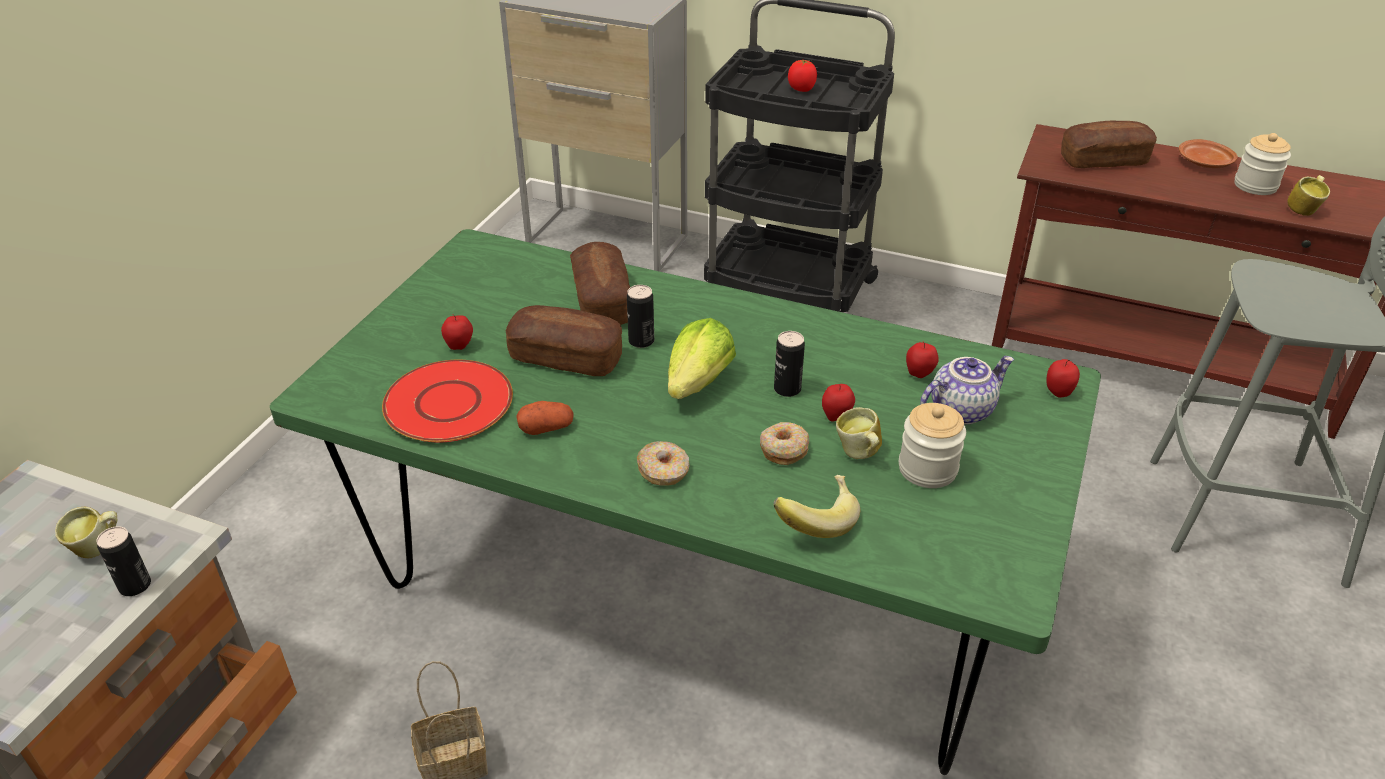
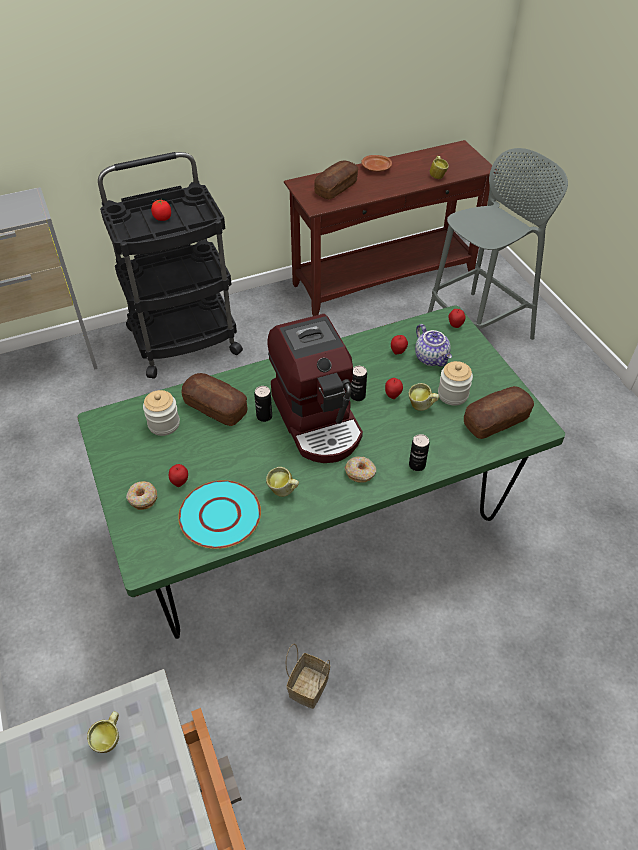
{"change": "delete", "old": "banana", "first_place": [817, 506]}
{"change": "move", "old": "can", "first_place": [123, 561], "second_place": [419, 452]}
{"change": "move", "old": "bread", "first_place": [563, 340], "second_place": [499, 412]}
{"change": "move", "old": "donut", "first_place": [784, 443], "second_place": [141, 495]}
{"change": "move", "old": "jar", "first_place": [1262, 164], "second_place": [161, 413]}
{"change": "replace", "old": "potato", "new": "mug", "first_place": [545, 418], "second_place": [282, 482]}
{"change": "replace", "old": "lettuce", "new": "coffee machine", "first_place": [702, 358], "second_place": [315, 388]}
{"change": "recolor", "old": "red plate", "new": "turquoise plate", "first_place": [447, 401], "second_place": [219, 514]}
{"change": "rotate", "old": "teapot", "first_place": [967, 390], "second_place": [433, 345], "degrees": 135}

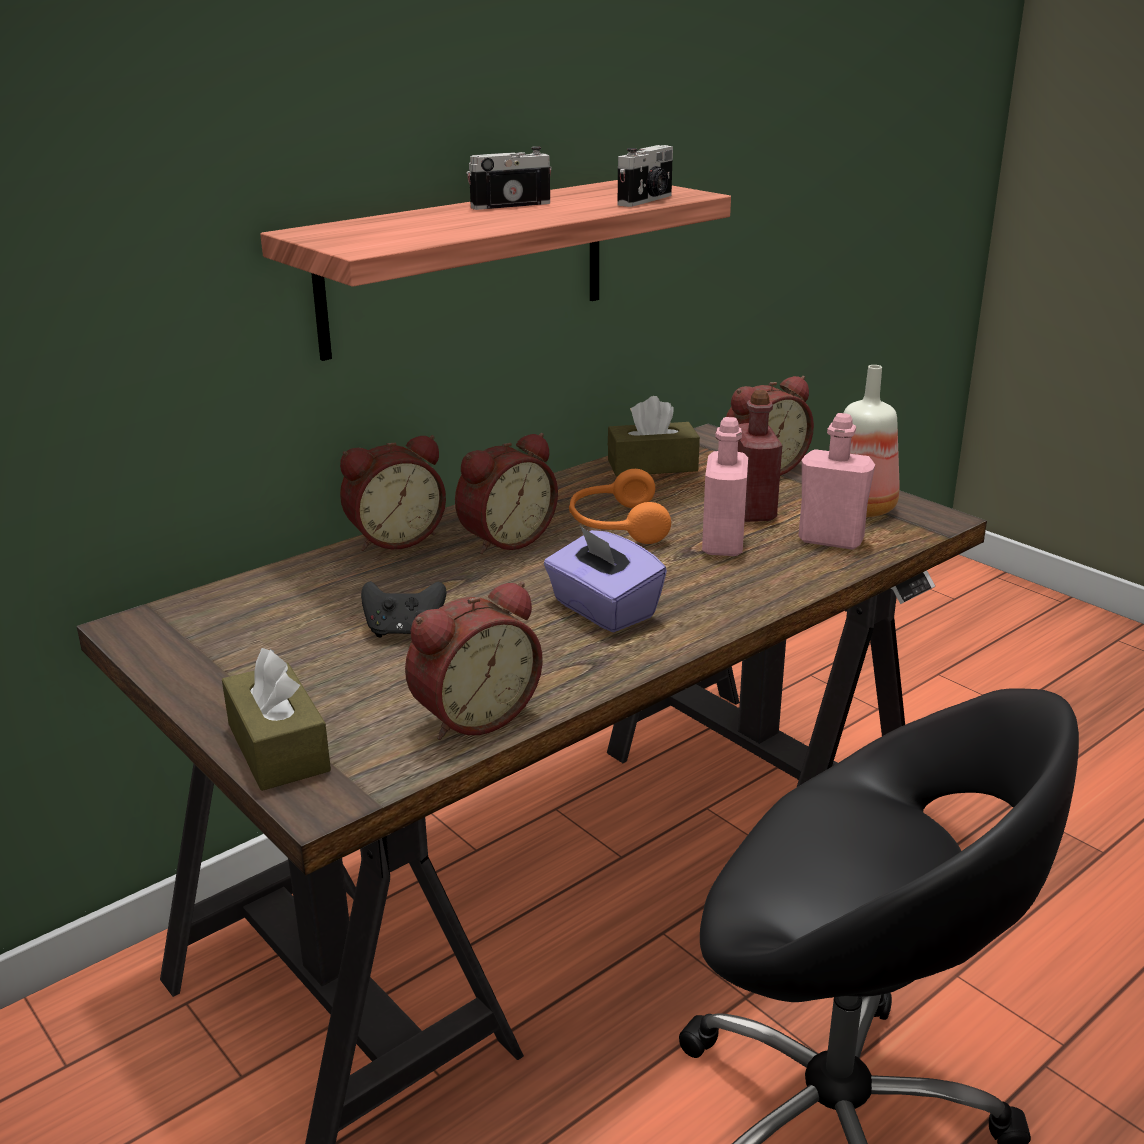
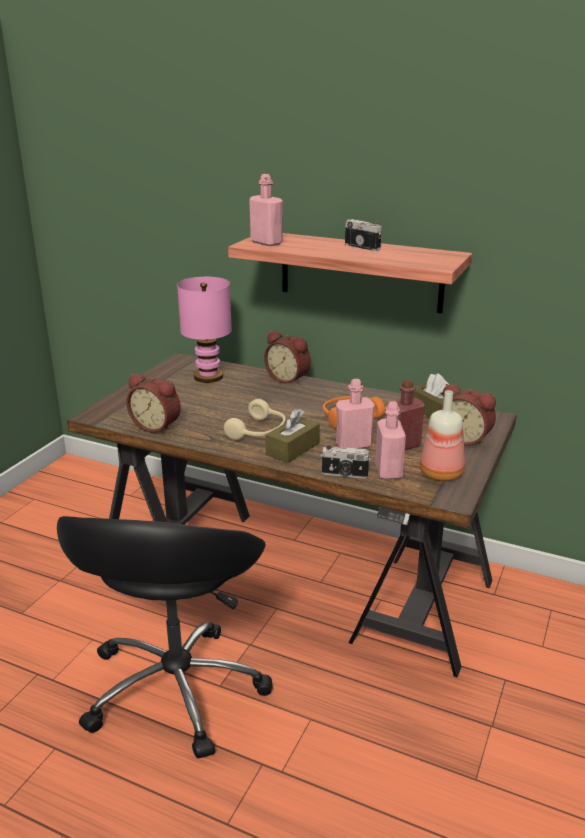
{"change": "delete", "old": "black game controller", "first_place": [403, 609]}
{"change": "delete", "old": "alarm clock", "first_place": [506, 493]}
{"change": "insert", "new": "pink table lamp", "second_place": [204, 330]}
{"change": "insert", "new": "pink bottle", "second_place": [266, 210]}
{"change": "move", "old": "brown tissue box", "first_place": [276, 719], "second_place": [292, 436]}
{"change": "move", "old": "photo camera", "first_place": [645, 176], "second_place": [346, 462]}
{"change": "replace", "old": "purple tissue box", "new": "beige headphones", "first_place": [605, 579], "second_place": [255, 419]}

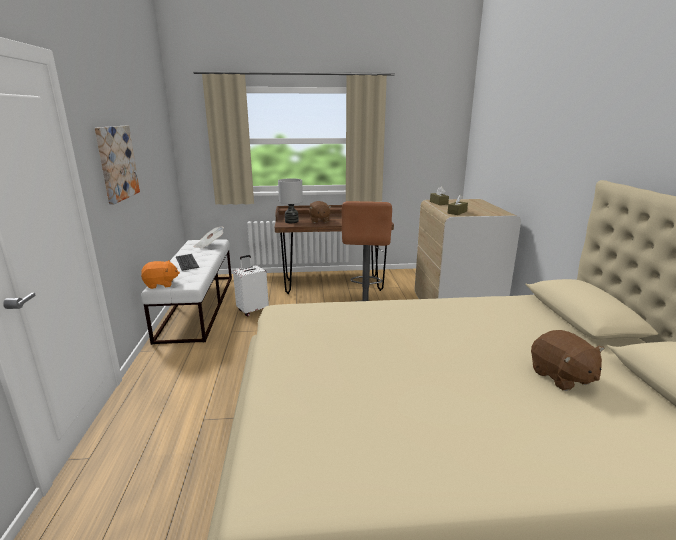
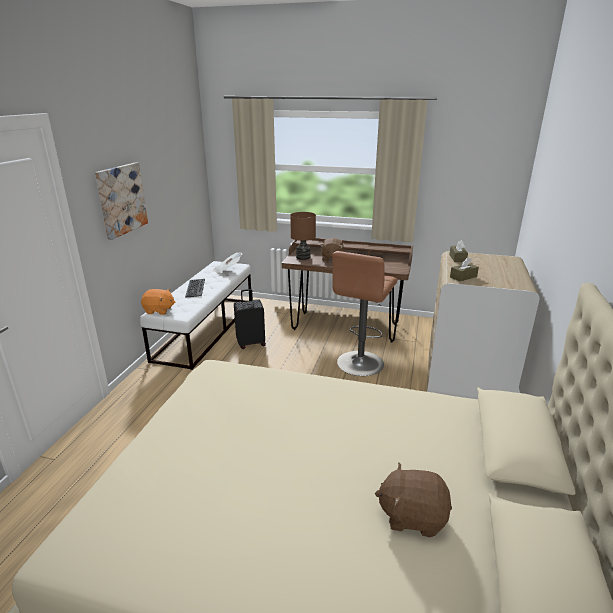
{"change": "recolor", "old": "white suitcase", "new": "black suitcase", "first_place": [251, 285], "second_place": [250, 319]}
{"change": "recolor", "old": "grey table lamp", "new": "brown table lamp", "first_place": [290, 200], "second_place": [303, 236]}
{"change": "rotate", "old": "brown plush toy", "first_place": [567, 360], "second_place": [413, 500], "degrees": 105}

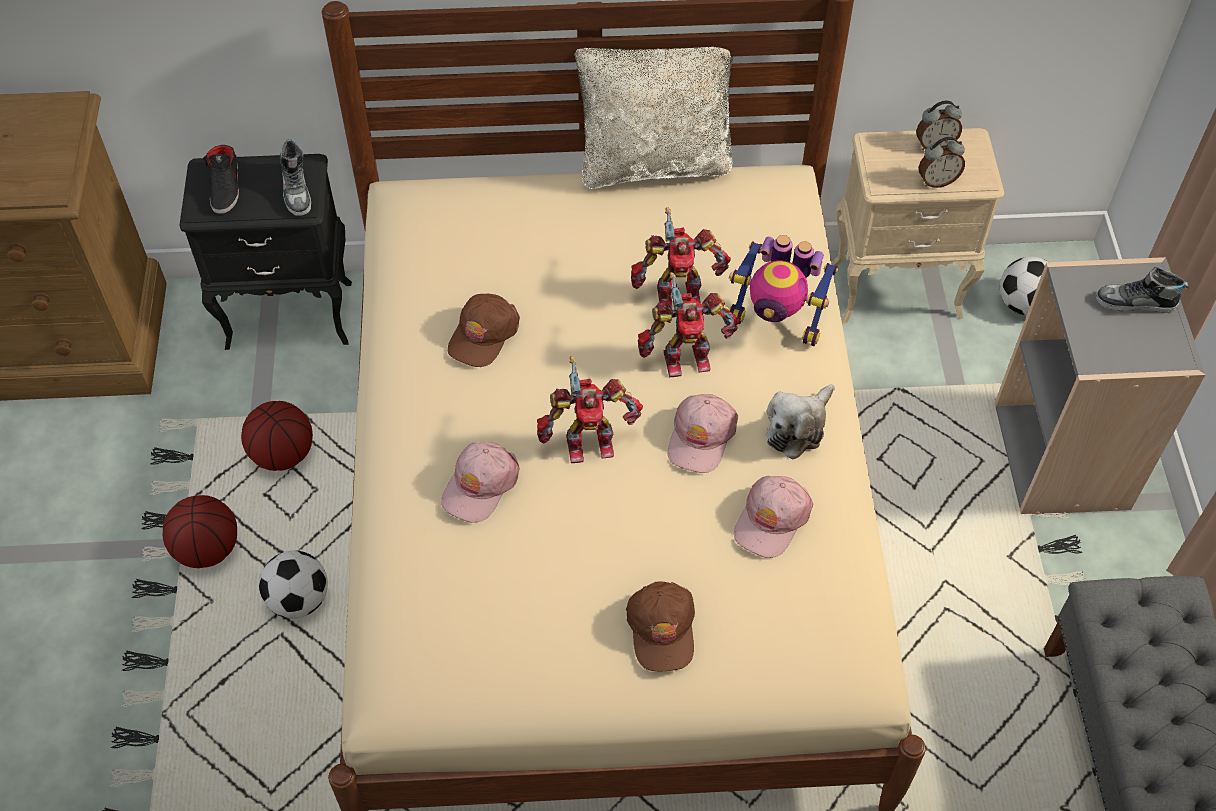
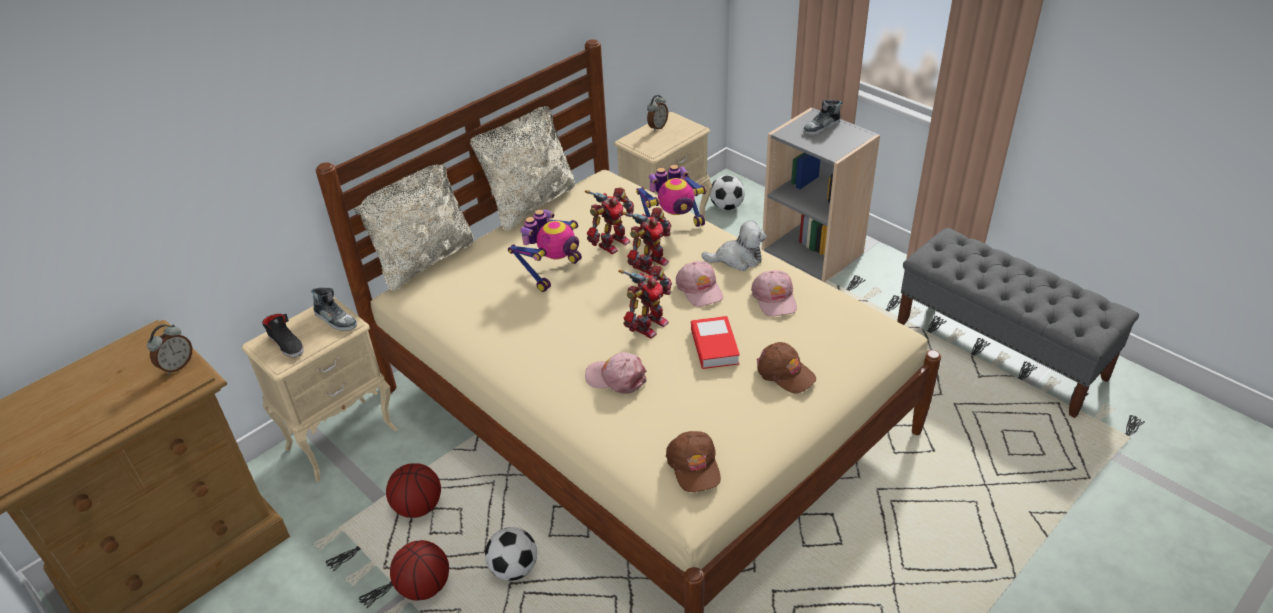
{"change": "insert", "new": "beige pillow", "second_place": [413, 227]}
{"change": "insert", "new": "toy robot", "second_place": [545, 250]}
{"change": "insert", "new": "book", "second_place": [715, 342]}
{"change": "move", "old": "brown cap", "first_place": [484, 330], "second_place": [693, 461]}
{"change": "move", "old": "alarm clock", "first_place": [942, 162], "second_place": [169, 349]}
{"change": "recolor", "old": "black nightstand", "new": "beige nightstand", "first_place": [265, 252], "second_place": [320, 389]}
{"change": "rotate", "old": "pink cap", "first_place": [480, 482], "second_place": [616, 373], "degrees": 120}
{"change": "rotate", "old": "plush toy", "first_place": [800, 421], "second_place": [734, 245], "degrees": -90}

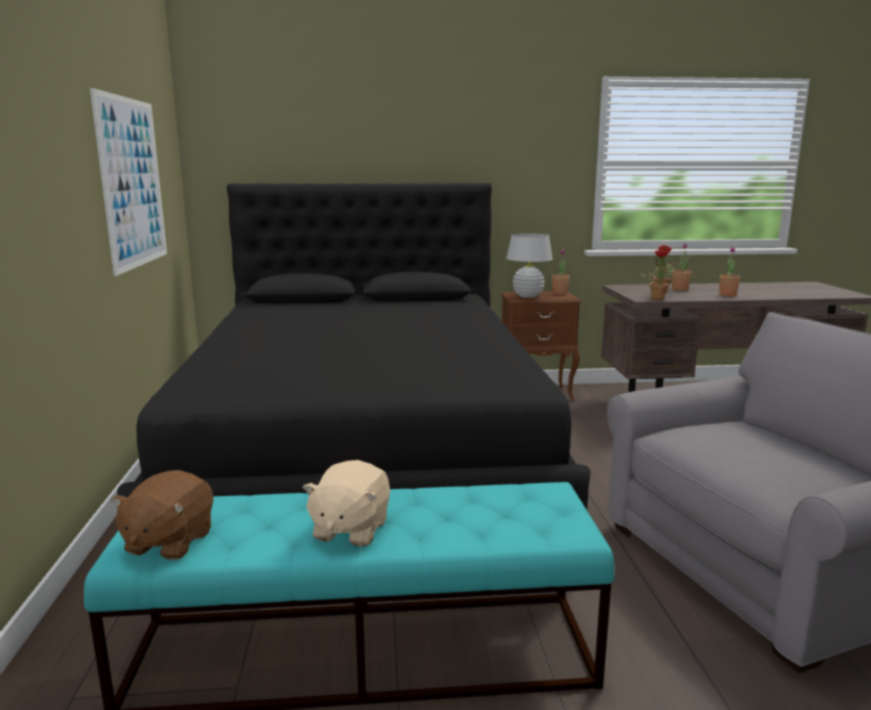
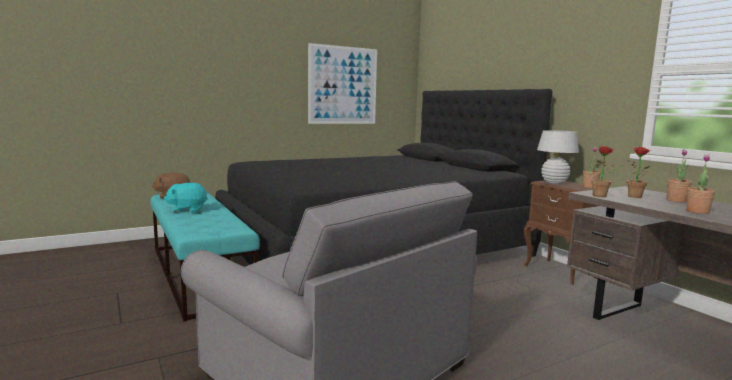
{"change": "recolor", "old": "beige plush toy", "new": "turquoise plush toy", "first_place": [346, 503], "second_place": [186, 197]}

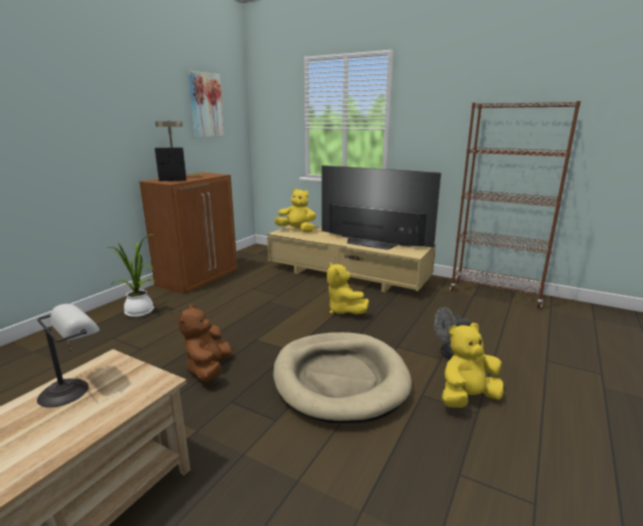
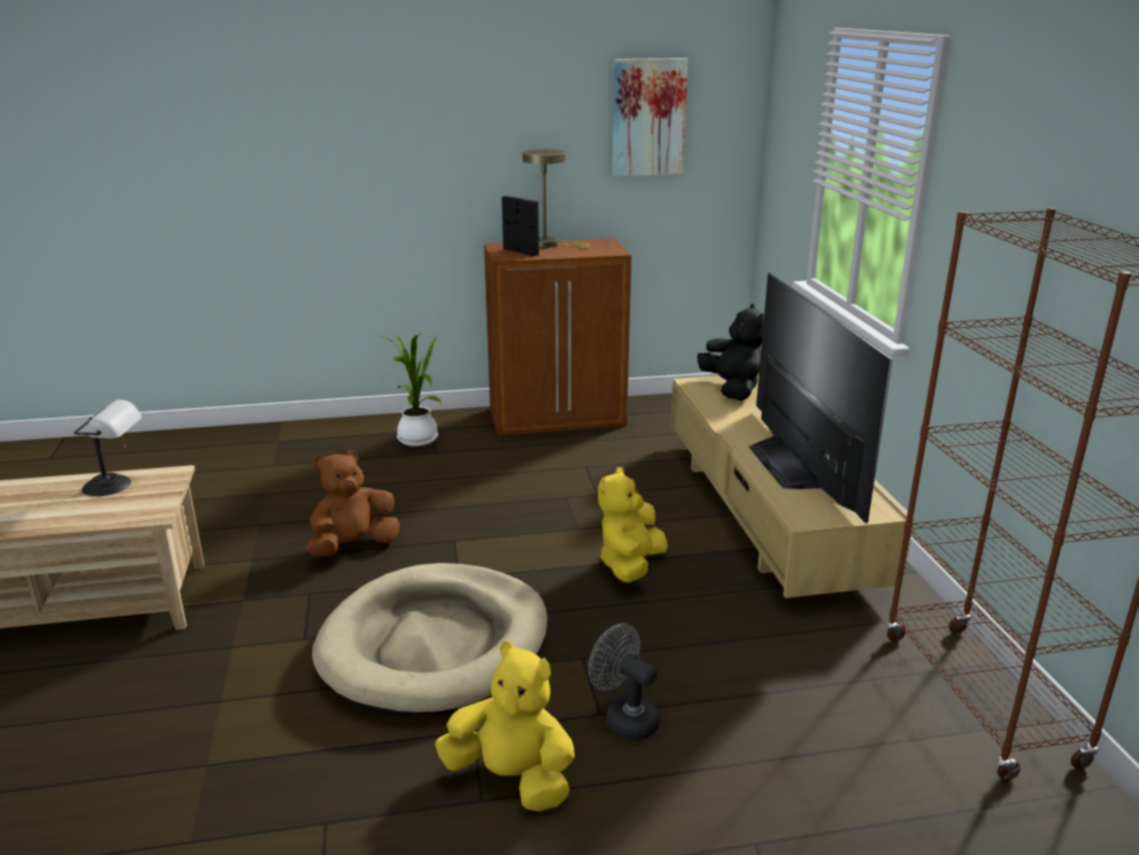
{"change": "recolor", "old": "yellow plush toy", "new": "black plush toy", "first_place": [295, 210], "second_place": [730, 352]}

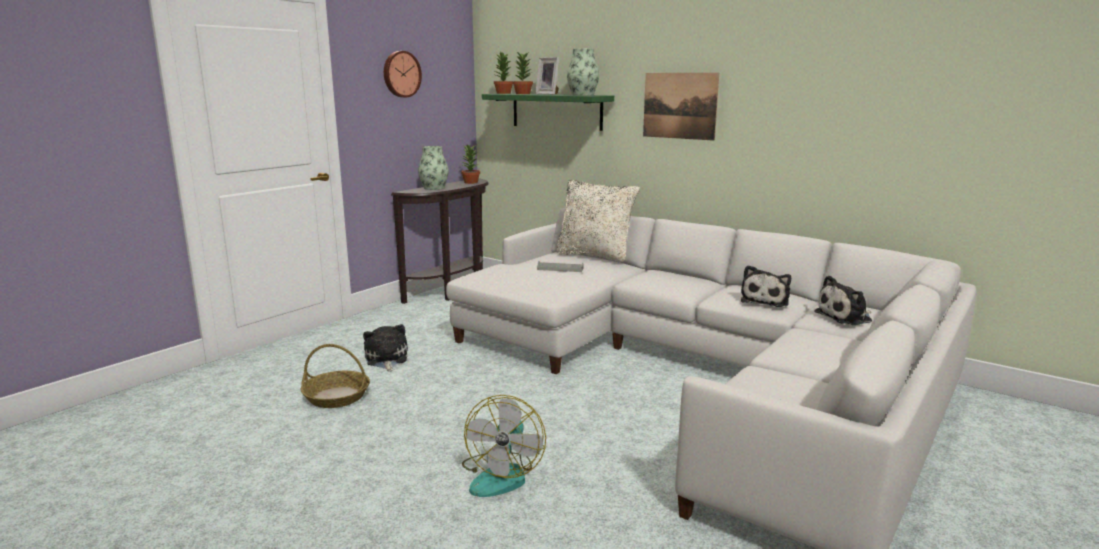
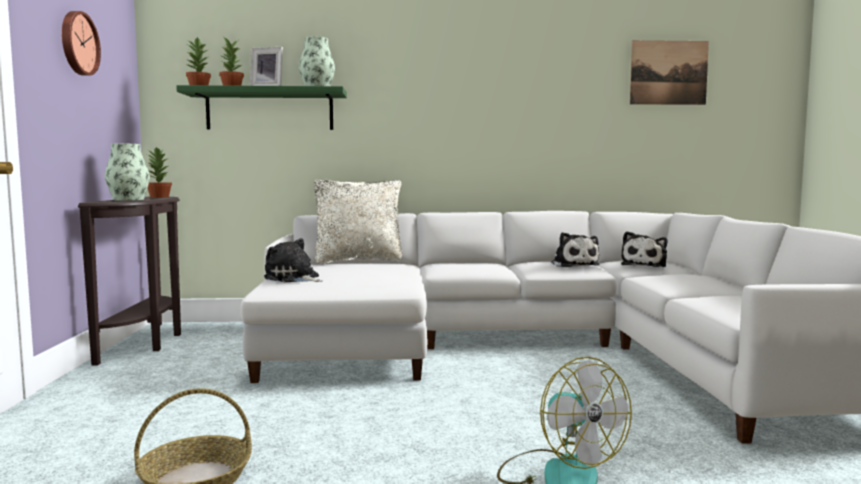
{"change": "delete", "old": "grey tray", "first_place": [560, 266]}
{"change": "move", "old": "plush toy", "first_place": [385, 348], "second_place": [293, 260]}
{"change": "move", "old": "picture", "first_place": [681, 107], "second_place": [669, 72]}

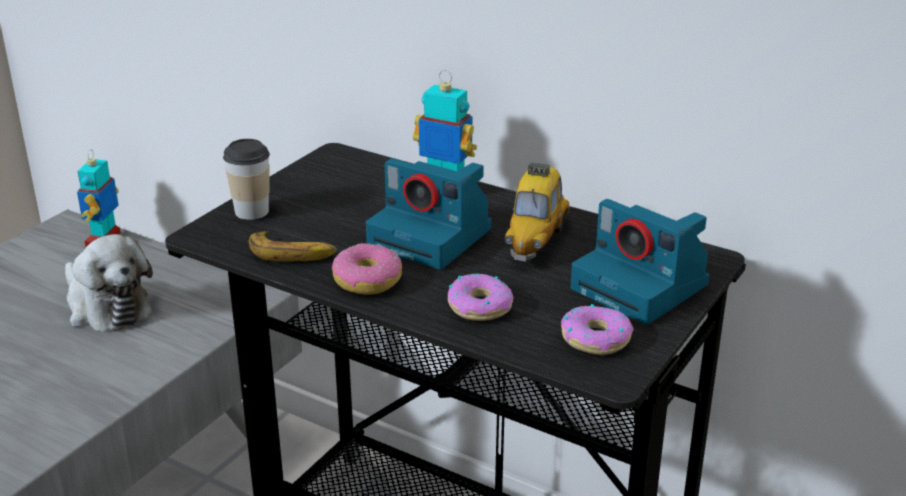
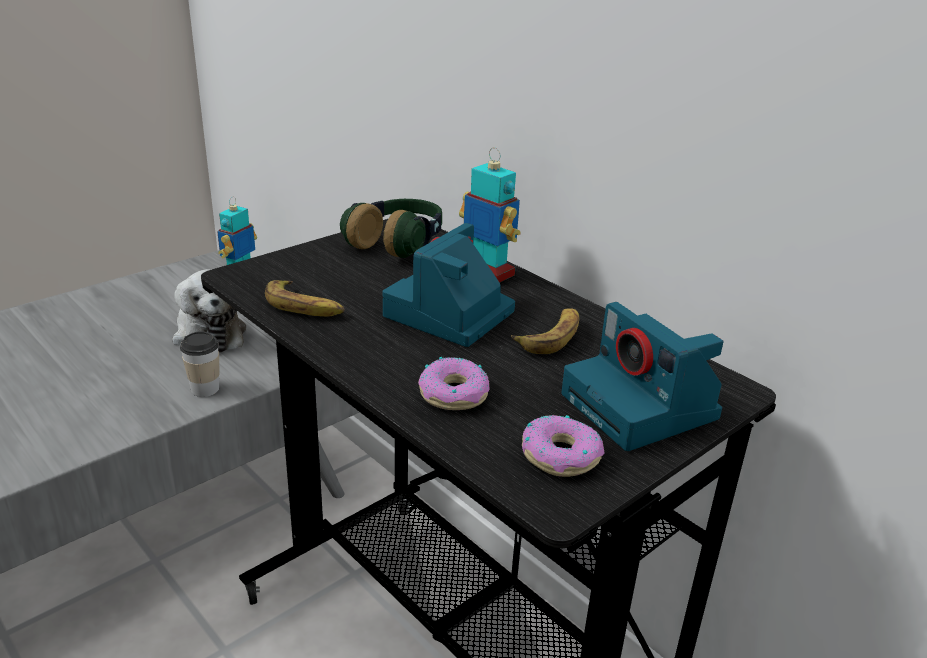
{"change": "delete", "old": "donut", "first_place": [367, 269]}
{"change": "insert", "new": "headphones", "second_place": [391, 228]}
{"change": "move", "old": "cup", "first_place": [246, 179], "second_place": [199, 364]}
{"change": "replace", "old": "toy car", "new": "banana", "first_place": [537, 212], "second_place": [545, 331]}
{"change": "rotate", "old": "photo camera", "first_place": [429, 214], "second_place": [448, 285], "degrees": 75}

